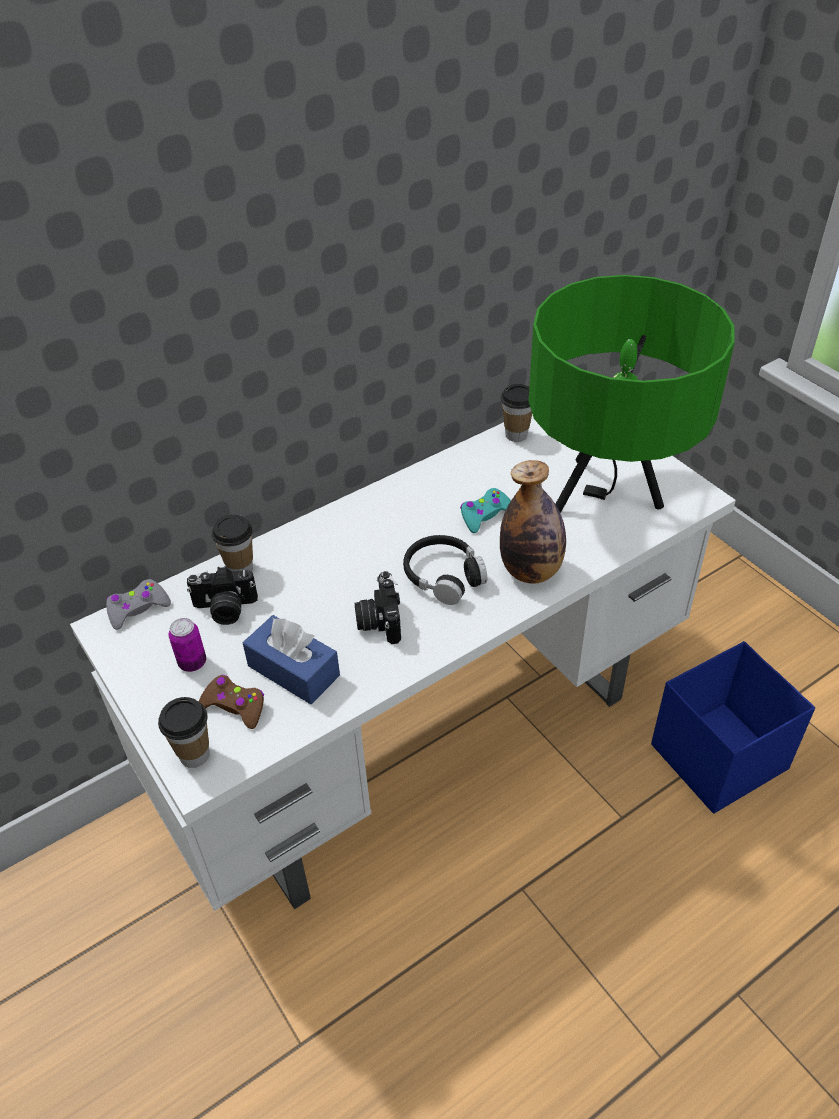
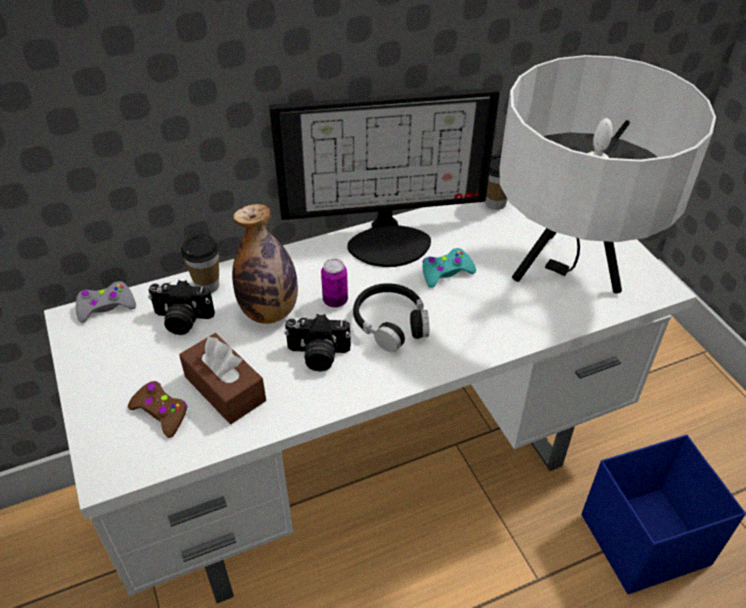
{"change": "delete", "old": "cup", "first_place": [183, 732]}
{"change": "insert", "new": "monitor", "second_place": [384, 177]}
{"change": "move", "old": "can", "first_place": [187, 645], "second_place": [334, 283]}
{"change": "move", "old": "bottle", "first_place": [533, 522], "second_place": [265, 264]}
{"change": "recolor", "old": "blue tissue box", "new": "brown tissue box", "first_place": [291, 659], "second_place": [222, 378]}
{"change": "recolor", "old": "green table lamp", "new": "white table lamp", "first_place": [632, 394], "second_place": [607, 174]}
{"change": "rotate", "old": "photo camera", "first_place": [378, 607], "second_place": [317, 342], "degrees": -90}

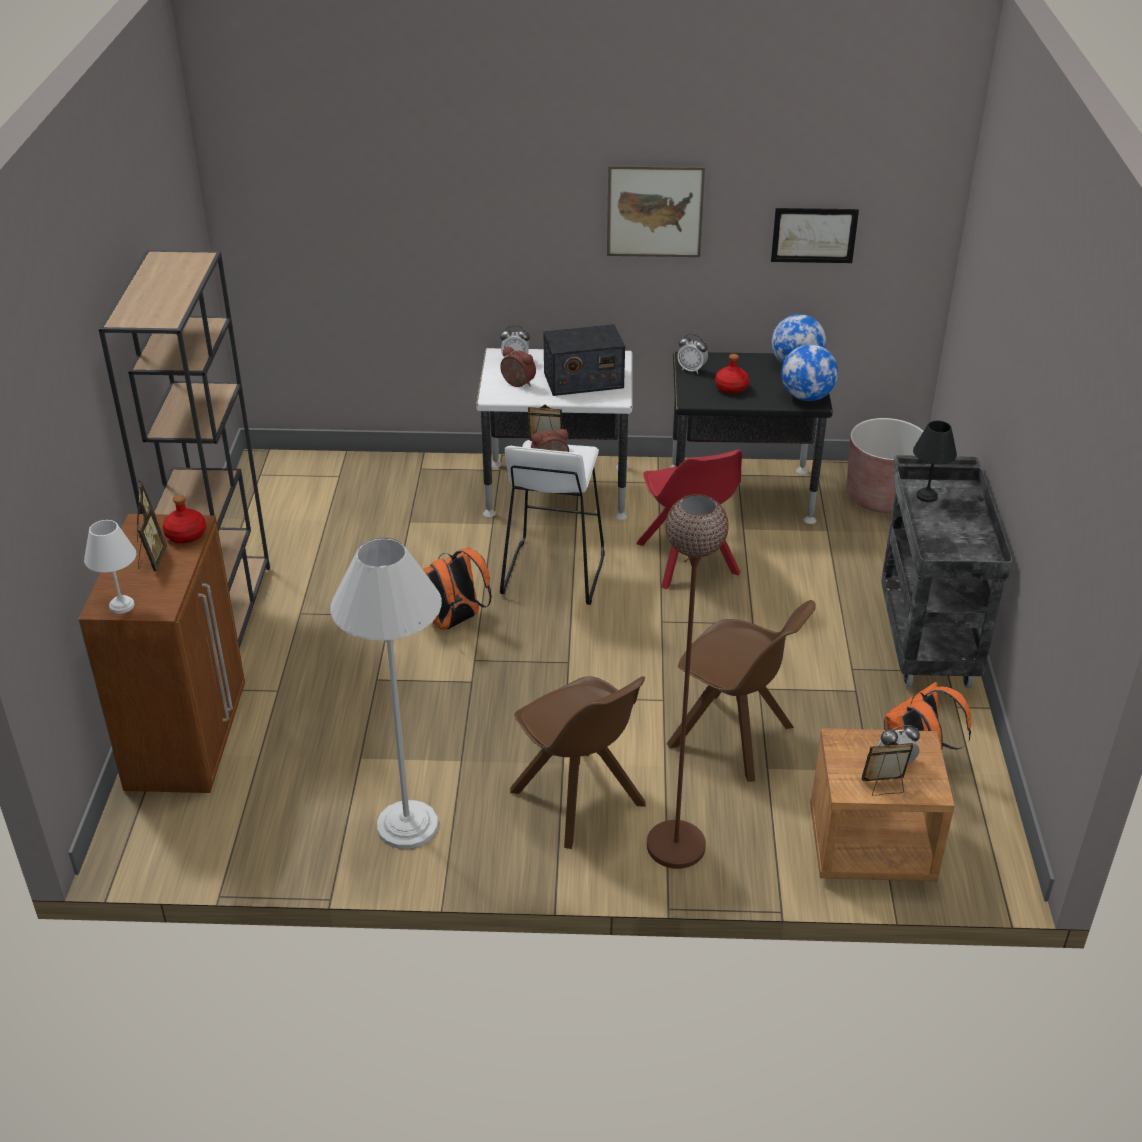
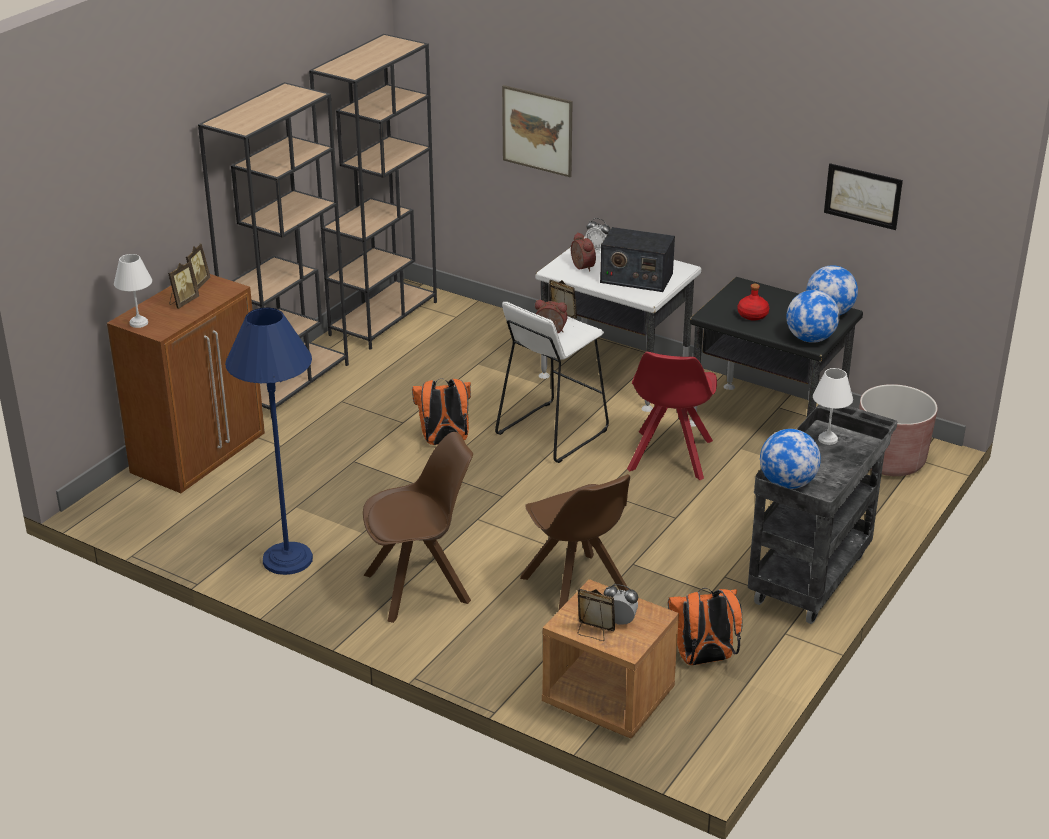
{"change": "delete", "old": "red bottle", "first_place": [184, 519]}
{"change": "delete", "old": "brown floor lamp", "first_place": [688, 681]}
{"change": "delete", "old": "alarm clock", "first_place": [692, 354]}
{"change": "insert", "new": "bookcase", "second_place": [373, 192]}
{"change": "insert", "new": "globe", "second_place": [790, 459]}
{"change": "move", "old": "picture", "first_place": [656, 211], "second_place": [537, 131]}
{"change": "recolor", "old": "white floor lamp", "new": "blue floor lamp", "first_place": [386, 693], "second_place": [269, 441]}
{"change": "recolor", "old": "black table lamp", "new": "white table lamp", "first_place": [935, 461], "second_place": [833, 406]}
{"change": "rotate", "old": "brown chair", "first_place": [578, 762], "second_place": [418, 527], "degrees": -105}

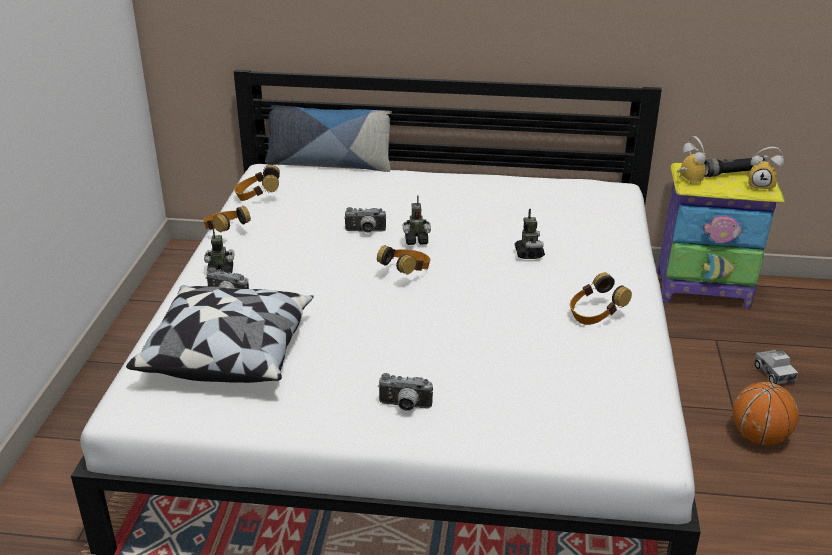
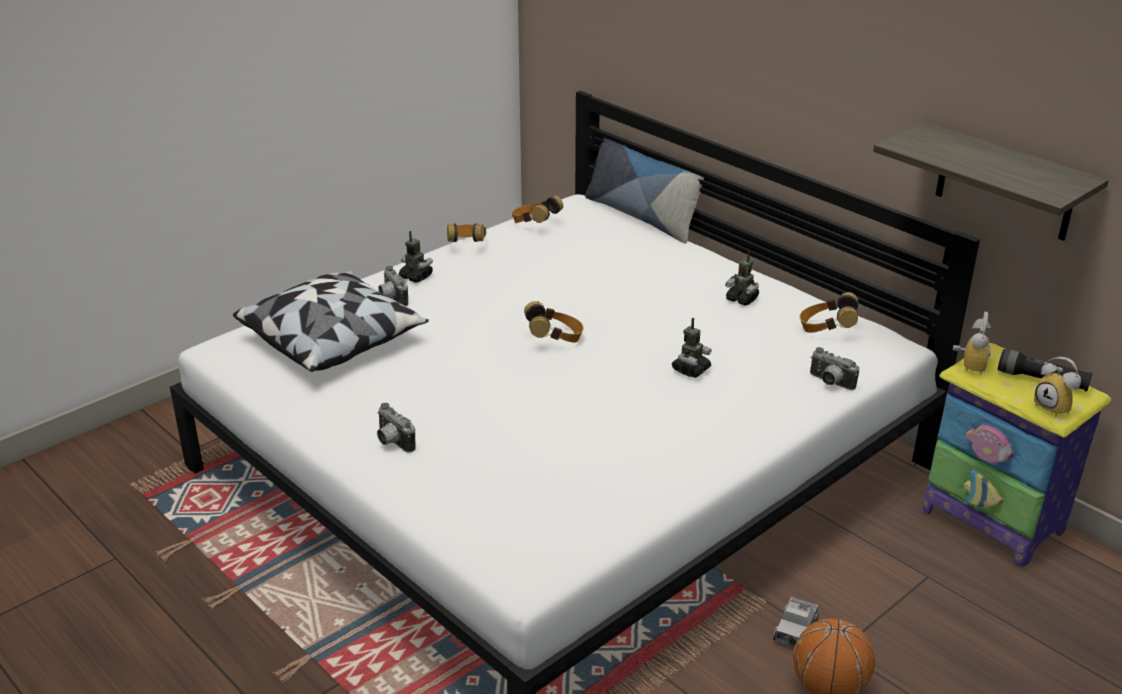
{"change": "insert", "new": "shelf", "second_place": [991, 181]}
{"change": "move", "old": "photo camera", "first_place": [365, 220], "second_place": [835, 368]}
{"change": "move", "old": "toy robot", "first_place": [416, 220], "second_place": [742, 278]}
{"change": "move", "old": "headphones", "first_place": [601, 298], "second_place": [829, 312]}
{"change": "move", "old": "toy truck", "first_place": [776, 367], "second_place": [796, 622]}

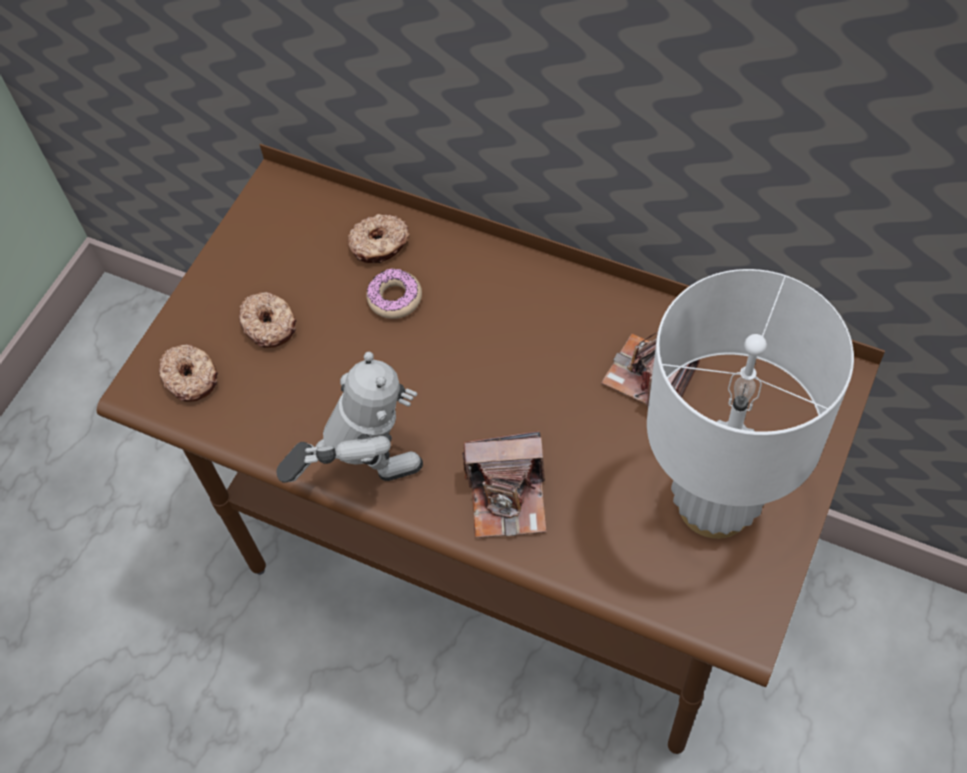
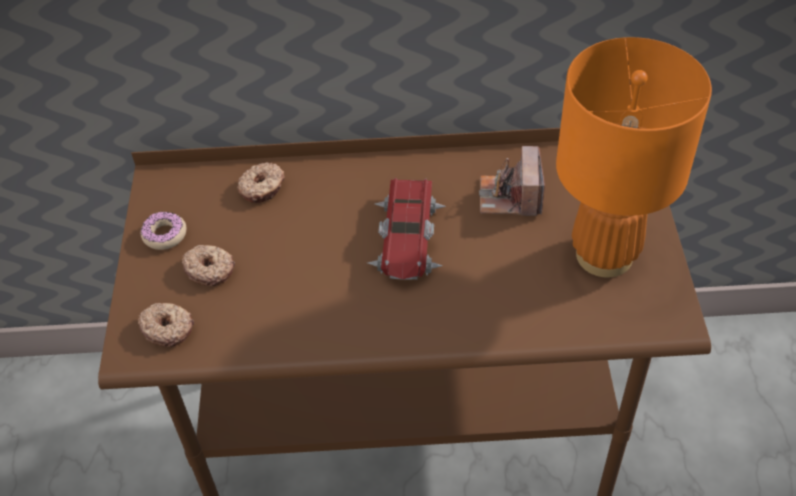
{"change": "delete", "old": "toy robot", "first_place": [349, 417]}
{"change": "delete", "old": "photo camera", "first_place": [504, 484]}
{"change": "insert", "new": "toy car", "second_place": [407, 228]}
{"change": "move", "old": "donut", "first_place": [394, 294], "second_place": [164, 231]}
{"change": "recolor", "old": "white table lamp", "new": "orange table lamp", "first_place": [750, 404], "second_place": [634, 157]}

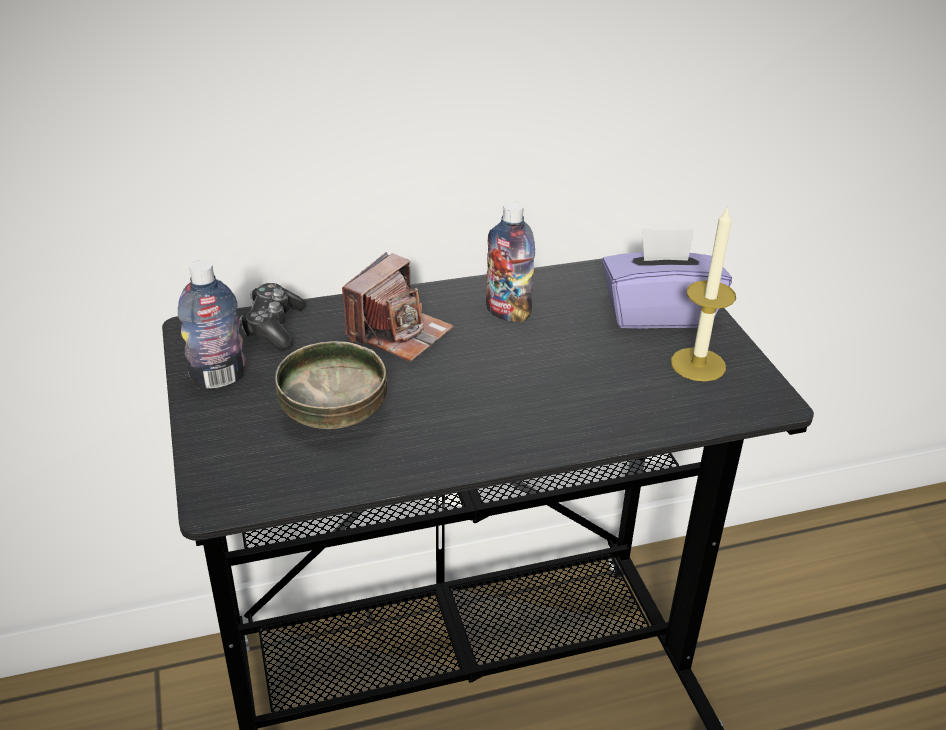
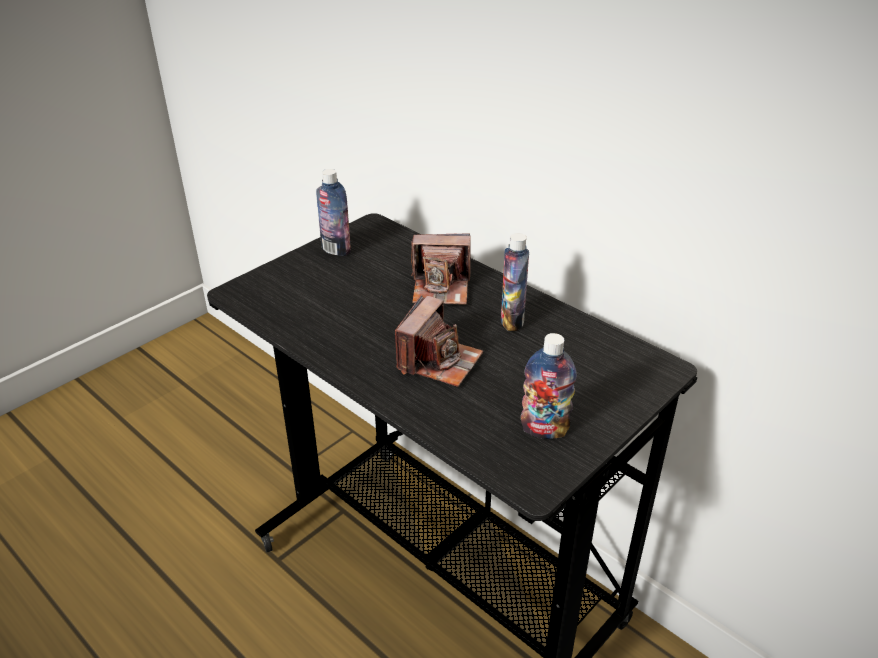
{"change": "delete", "old": "game controller", "first_place": [273, 316]}
{"change": "delete", "old": "bowl", "first_place": [331, 385]}
{"change": "delete", "old": "purple tissue box", "first_place": [667, 278]}
{"change": "insert", "new": "photo camera", "second_place": [439, 341]}
{"change": "replace", "old": "candle", "new": "bottle", "first_place": [703, 293], "second_place": [549, 386]}

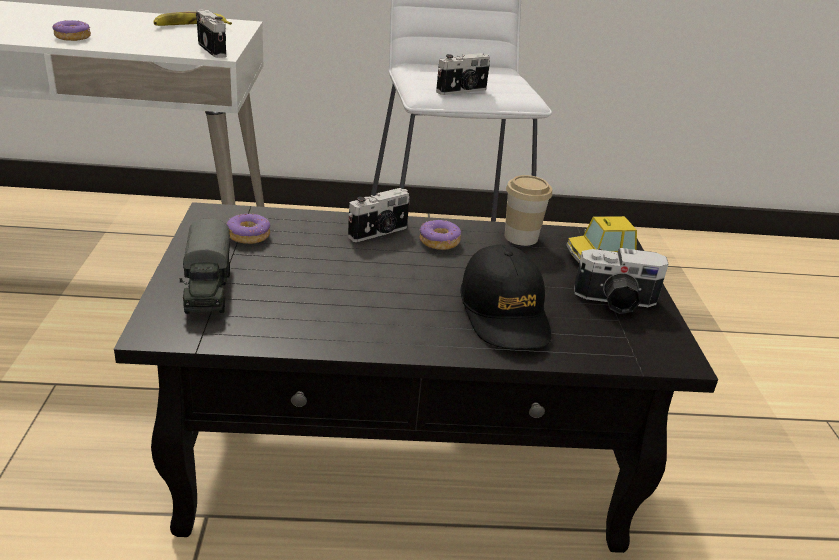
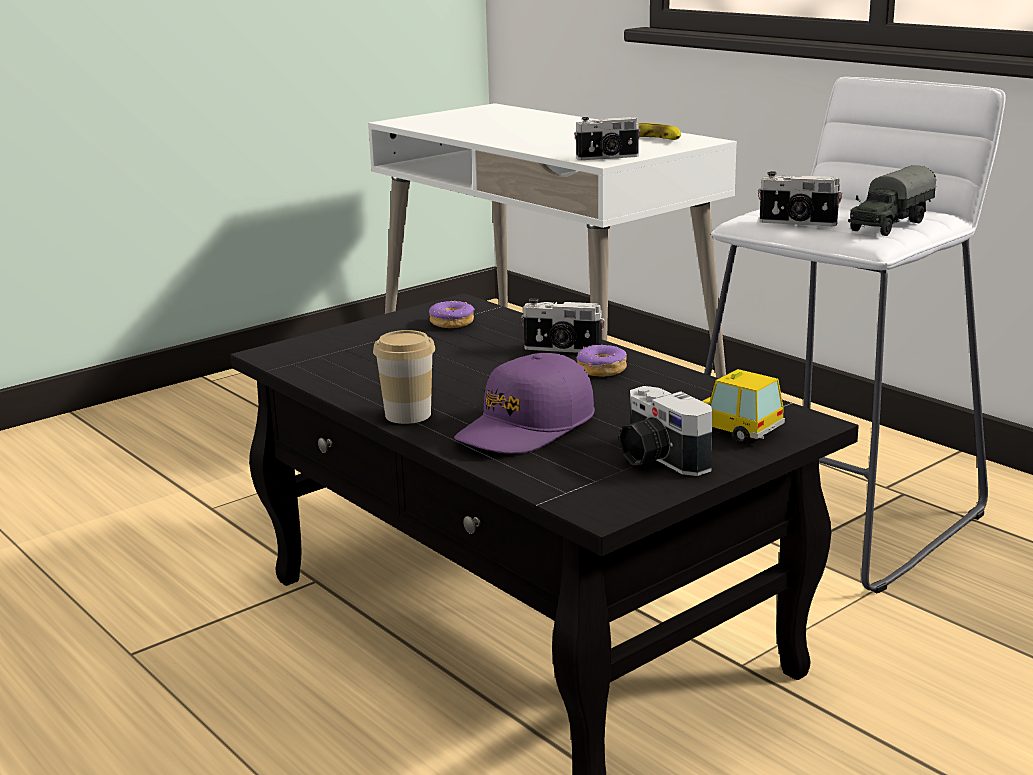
{"change": "delete", "old": "donut", "first_place": [71, 30]}
{"change": "move", "old": "toy truck", "first_place": [205, 266], "second_place": [892, 200]}
{"change": "move", "old": "cup", "first_place": [528, 210], "second_place": [404, 377]}
{"change": "recolor", "old": "black cap", "new": "purple cap", "first_place": [505, 296], "second_place": [524, 403]}
{"change": "rotate", "old": "photo camera", "first_place": [211, 34], "second_place": [607, 138], "degrees": 60}

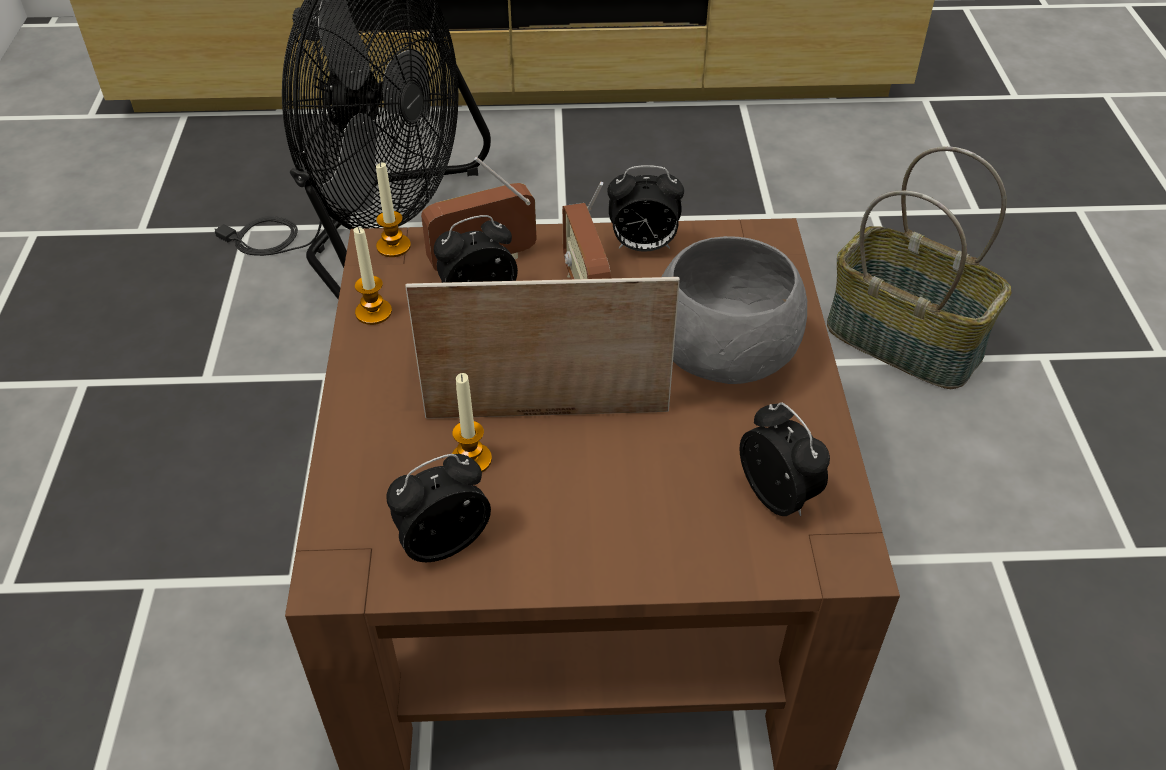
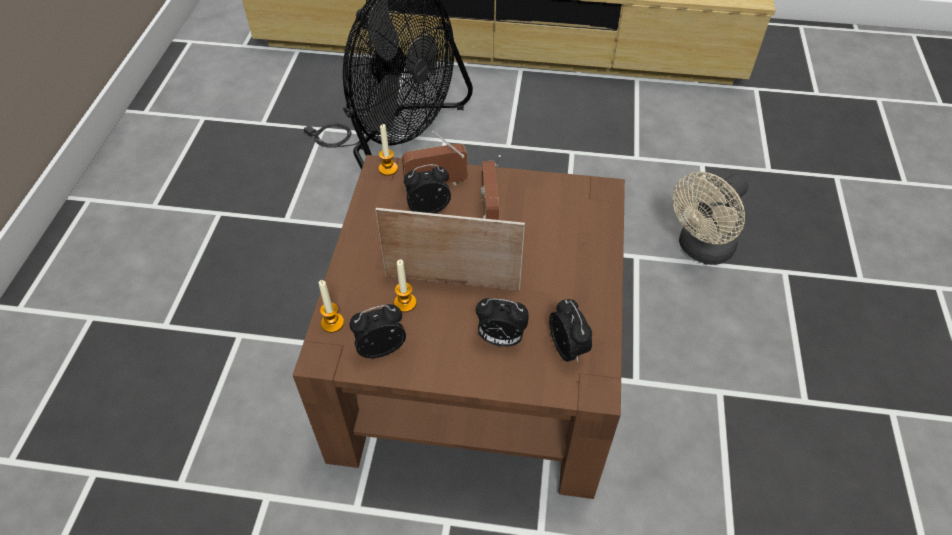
{"change": "delete", "old": "grey bowl", "first_place": [734, 310]}
{"change": "move", "old": "candle", "first_place": [372, 276], "second_place": [331, 306]}
{"change": "move", "old": "alarm clock", "first_place": [645, 208], "second_place": [502, 322]}
{"change": "replace", "old": "basket", "new": "beige fan", "first_place": [919, 267], "second_place": [711, 218]}

